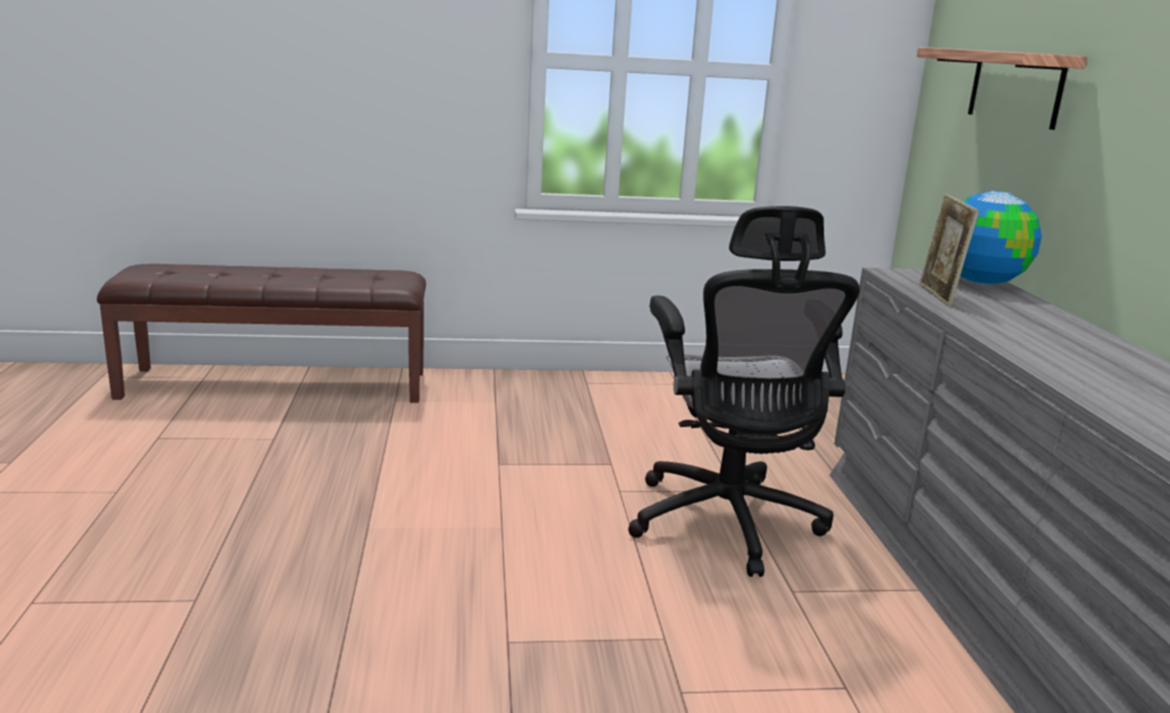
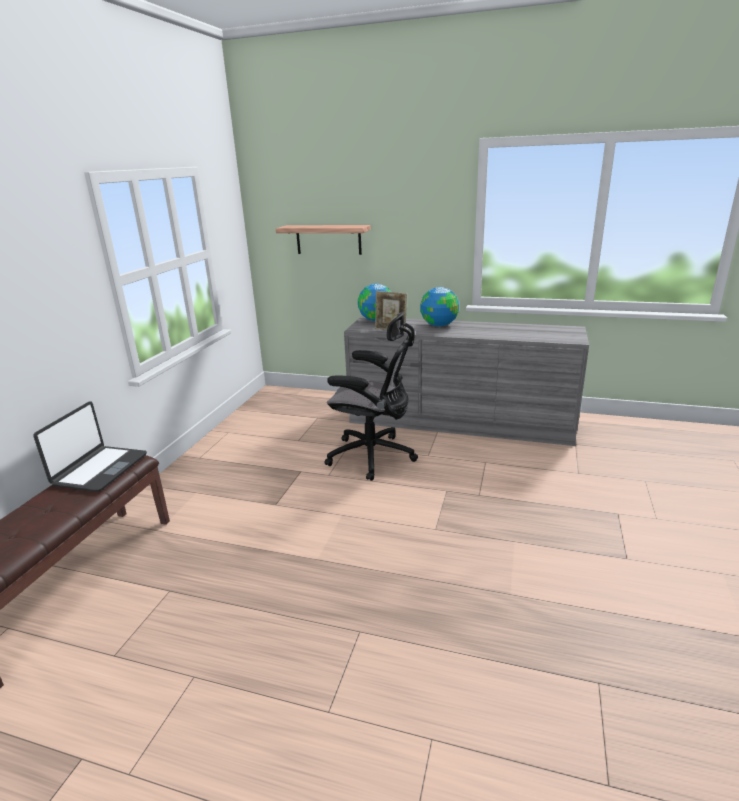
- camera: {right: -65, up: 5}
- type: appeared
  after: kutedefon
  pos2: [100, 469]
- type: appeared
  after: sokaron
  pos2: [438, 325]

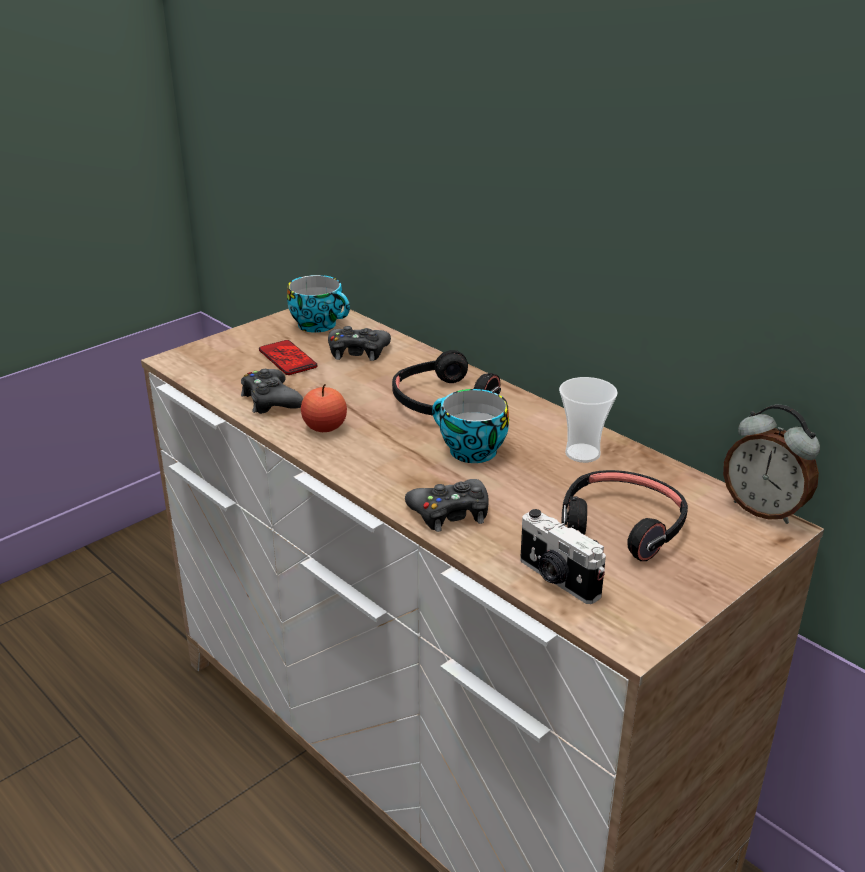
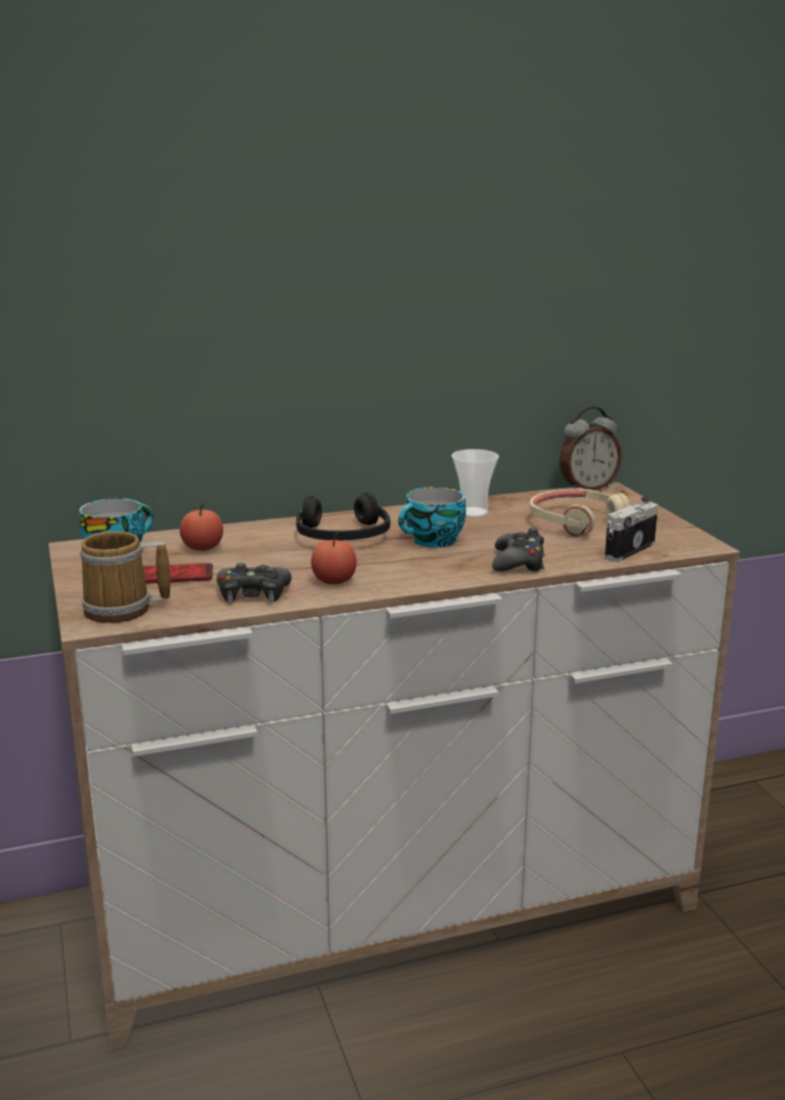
- camera: {right: -65, up: -10}
- type: appeared
  after: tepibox
  pos2: [122, 610]
- type: exchanged
  before: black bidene
  after: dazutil
  pos1: [358, 352]
  pos2: [202, 548]
- type: colour
  before: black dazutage
  after: beige dazutage
  pos1: [621, 525]
  pos2: [576, 522]
- type: spun
  before: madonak
  pos1: [557, 579]
  pos2: [627, 550]
  turn: 150

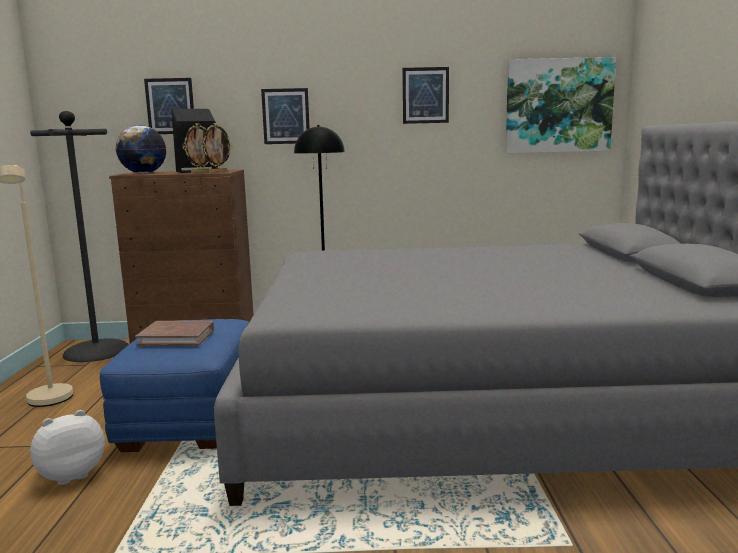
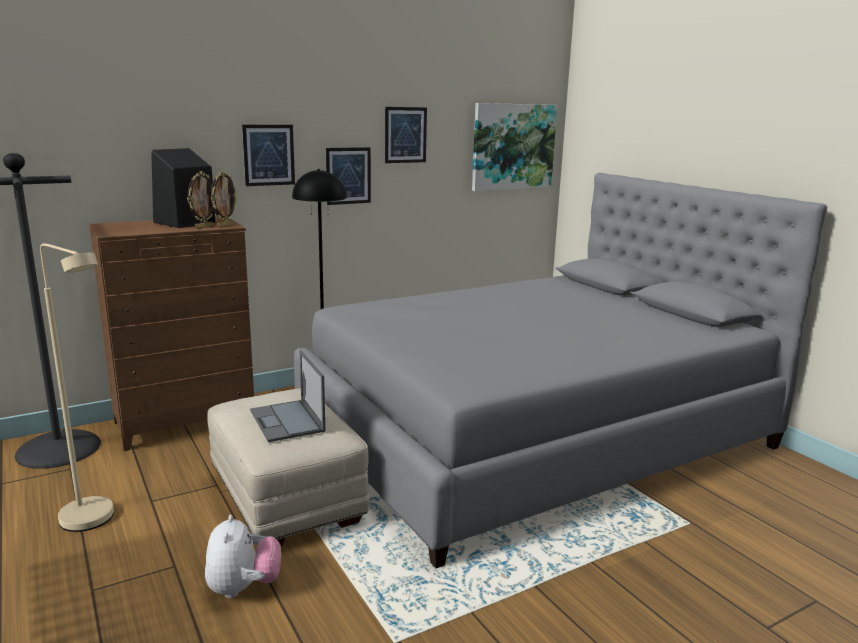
- camera: {right: -30, up: 5}
- type: spun
  before: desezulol
  pos1: [70, 475]
  pos2: [243, 588]
  turn: 150
- type: colour
  before: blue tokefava
  after: beige tokefava
  pos1: [190, 417]
  pos2: [286, 500]
- type: exchanged
  before: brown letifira
  after: kutedefon
  pos1: [177, 337]
  pos2: [287, 421]
- type: relocated
  before: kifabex
  pos1: [170, 106]
  pos2: [348, 175]
- type: missing
  before: sokaron
  pos1: [143, 173]

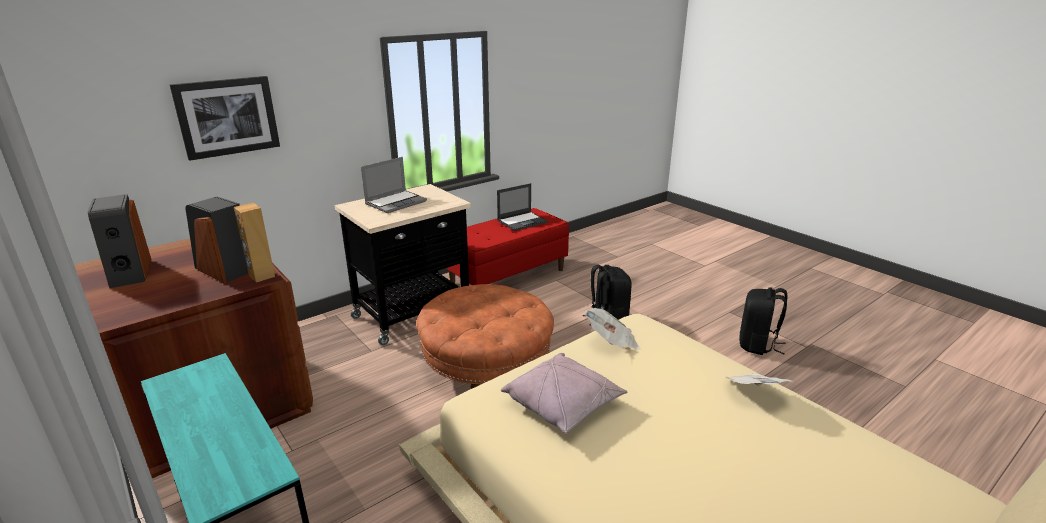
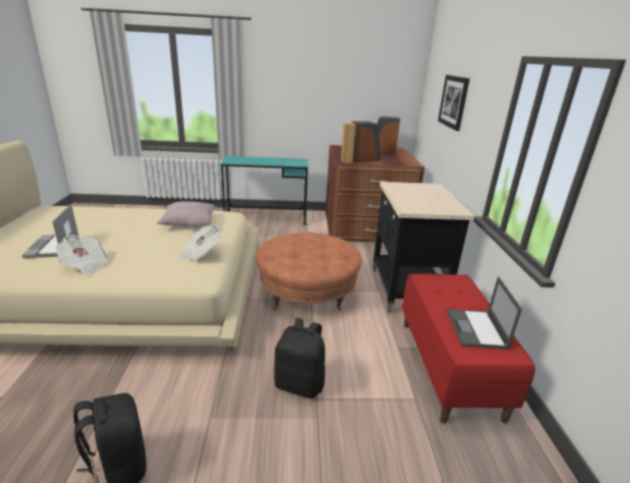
- camera: {right: 125, up: 0}
- type: relocated
  before: kutedefon
  pos1: [396, 202]
  pos2: [53, 247]

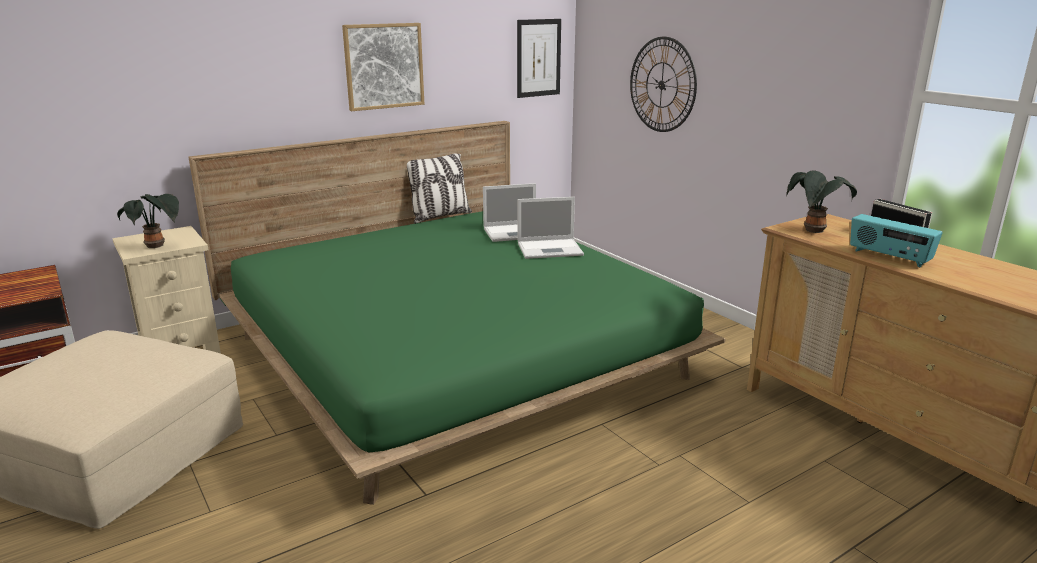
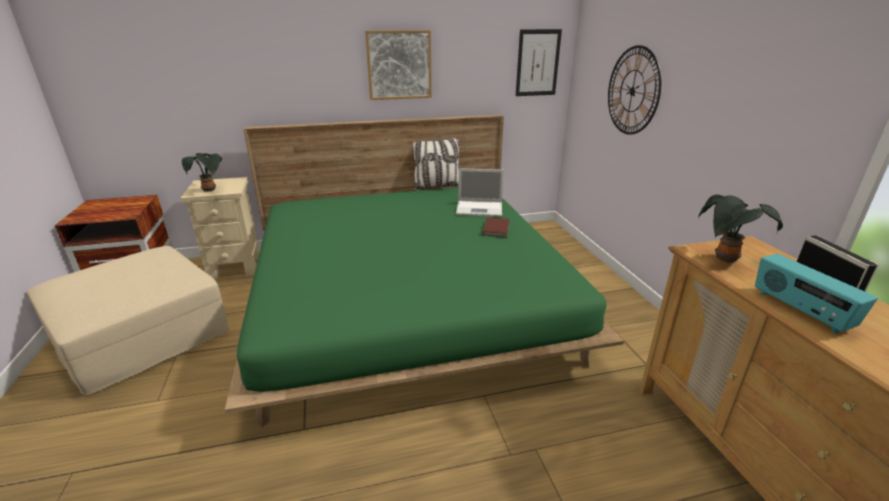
- camera: {right: 20, up: 5}
- type: exchanged
  before: kutedefon
  after: brown letifira
  pos1: [551, 249]
  pos2: [497, 228]

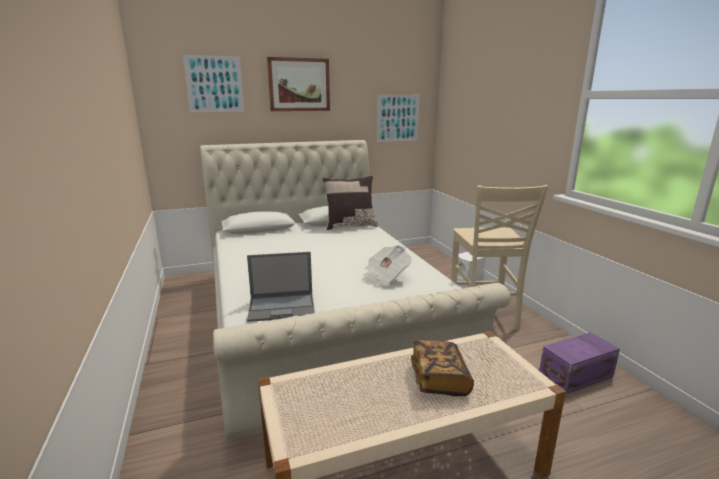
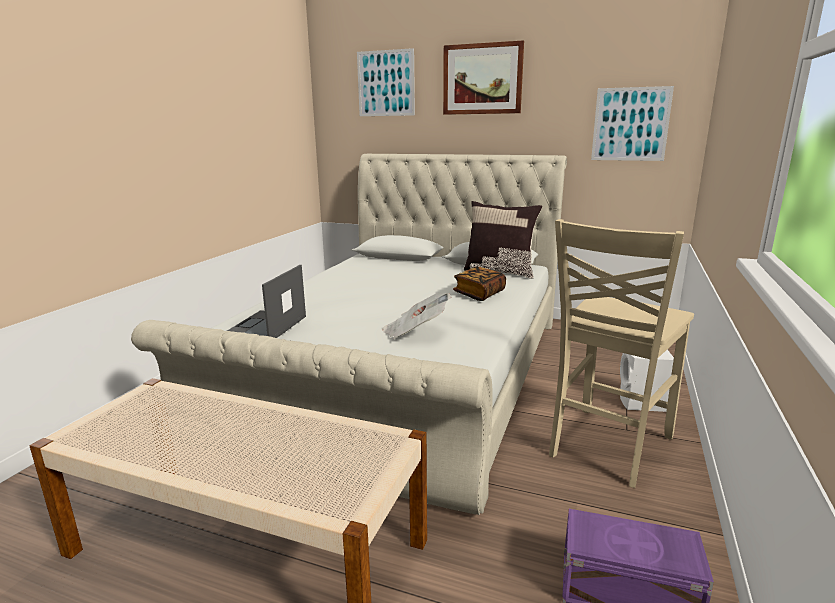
- camera: {right: 40, up: 0}
- type: spun
  before: kutedefon
  pos1: [282, 307]
  pos2: [265, 327]
  turn: 75
- type: relocated
  before: letifira
  pos1: [439, 380]
  pos2: [479, 294]

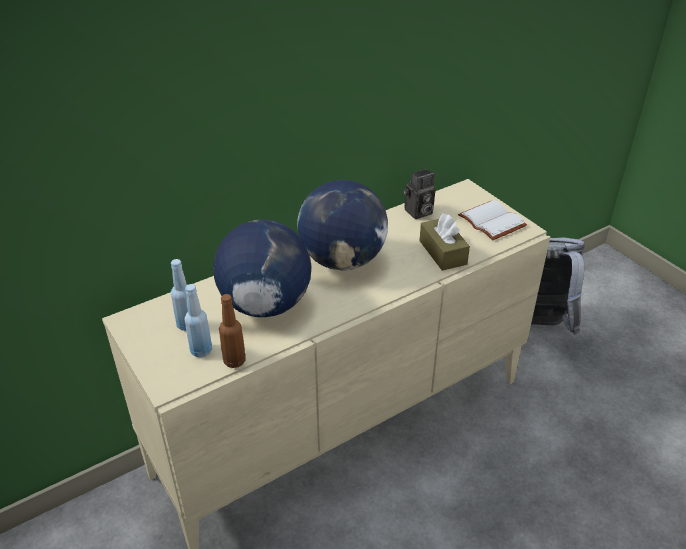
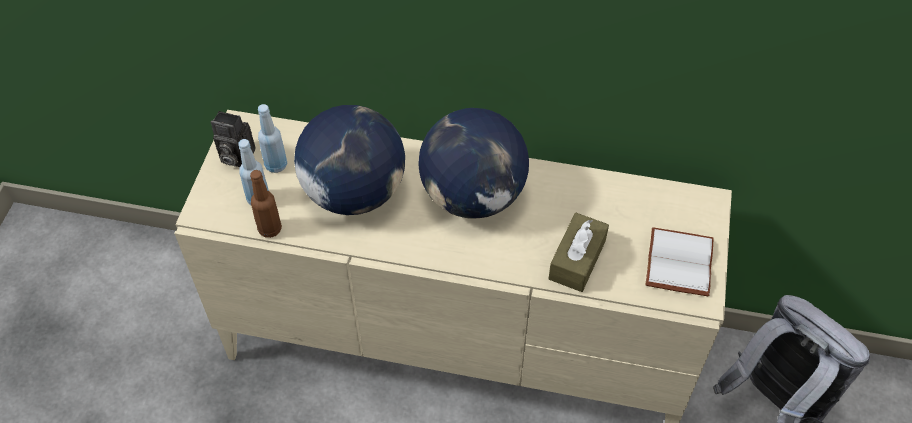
- camera: {right: 45, up: 15}
- type: relocated
  before: madonak
  pos1: [418, 213]
  pos2: [235, 157]

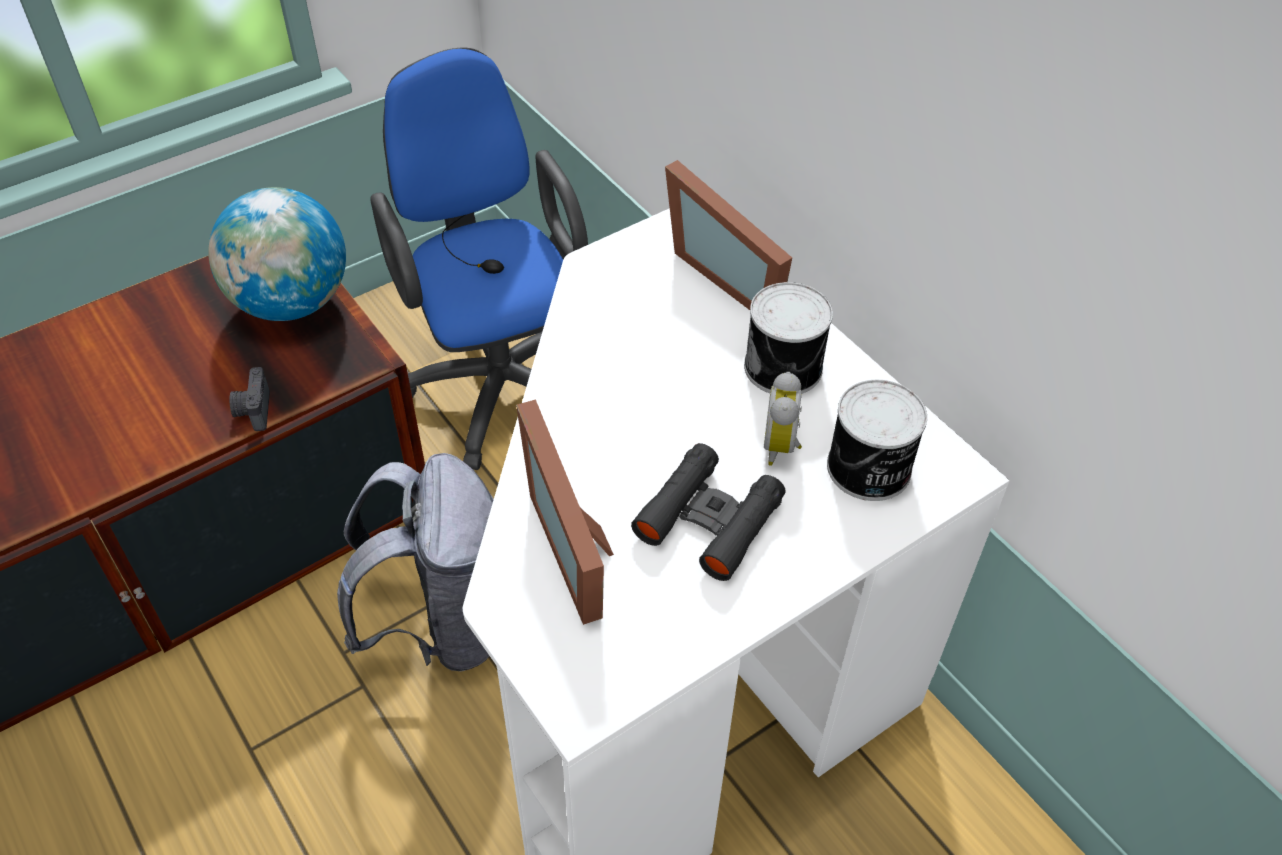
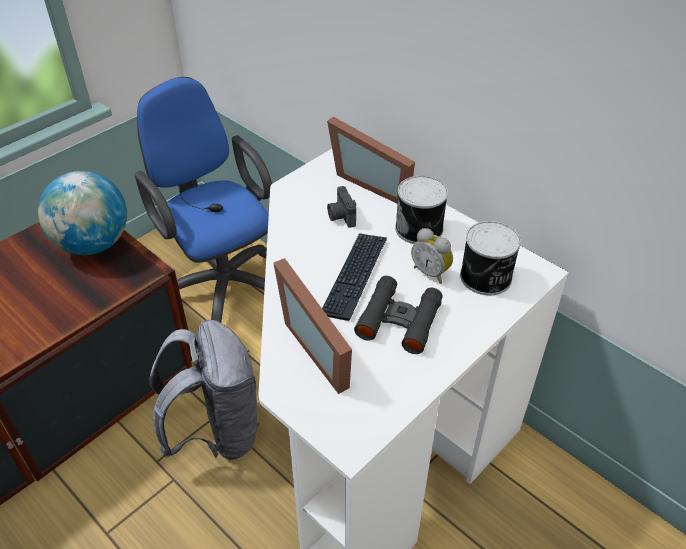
- camera: {right: -10, up: -5}
- type: appeared
  after: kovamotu
  pos2: [355, 276]
- type: relocated
  before: madonak
  pos1: [253, 411]
  pos2: [341, 216]
- type: spun
  before: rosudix
  pos1: [782, 446]
  pos2: [431, 272]
  turn: -45

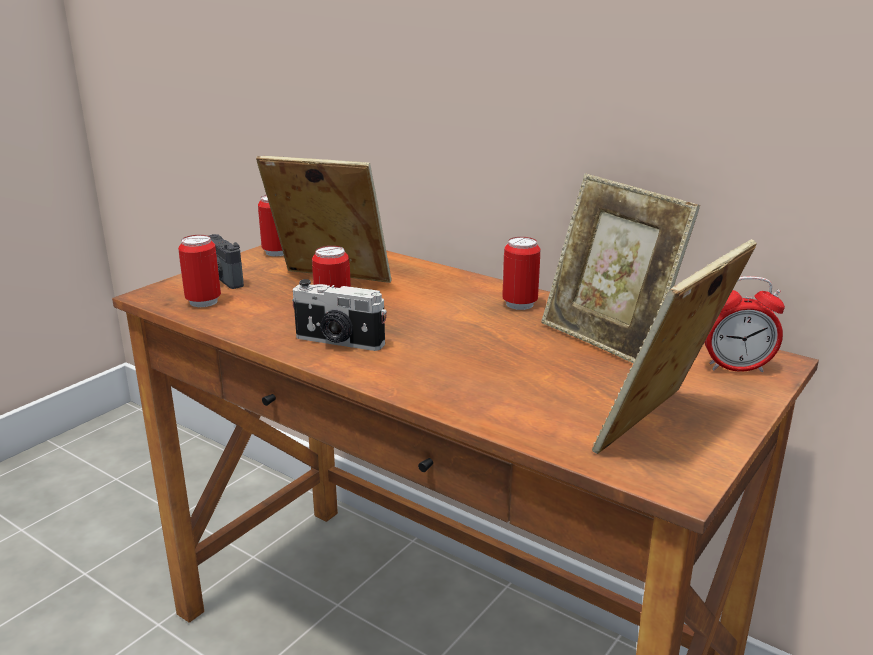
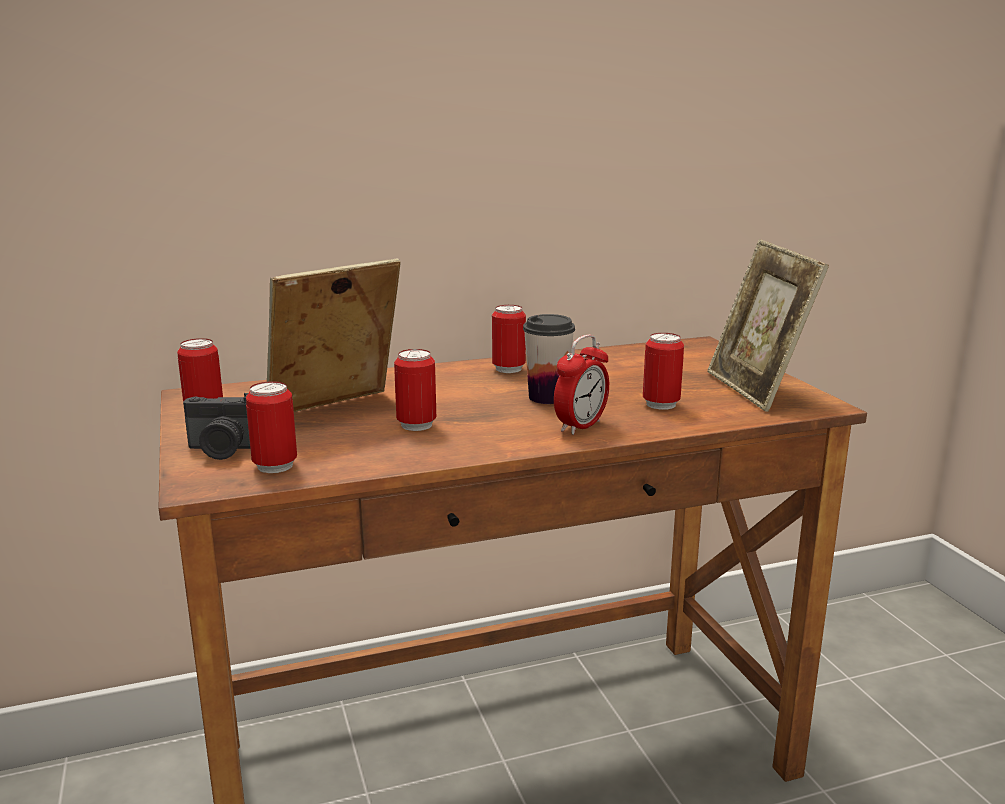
- camera: {right: -55, up: -5}
- type: appeared
  after: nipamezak
  pos2: [547, 397]
- type: relocated
  before: rosudix
  pos1: [736, 368]
  pos2: [580, 426]
- type: appeared
  after: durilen
  pos2: [661, 404]
- type: missing
  before: madonak
  pos1: [339, 342]
- type: missing
  before: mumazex
  pos1: [608, 338]

